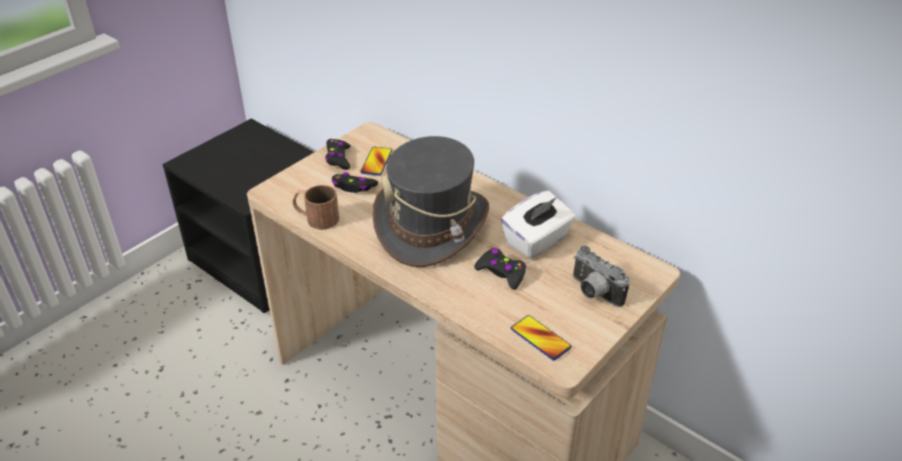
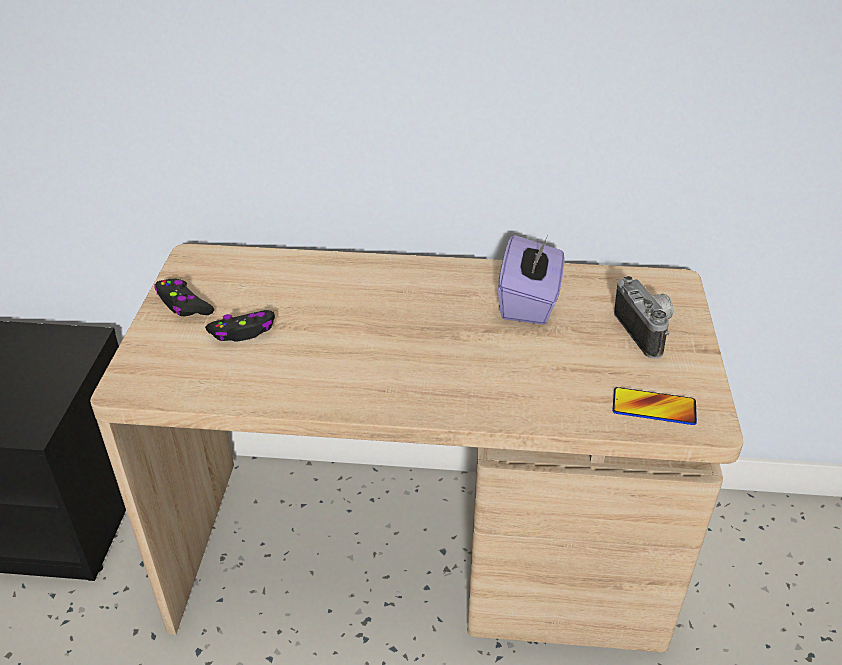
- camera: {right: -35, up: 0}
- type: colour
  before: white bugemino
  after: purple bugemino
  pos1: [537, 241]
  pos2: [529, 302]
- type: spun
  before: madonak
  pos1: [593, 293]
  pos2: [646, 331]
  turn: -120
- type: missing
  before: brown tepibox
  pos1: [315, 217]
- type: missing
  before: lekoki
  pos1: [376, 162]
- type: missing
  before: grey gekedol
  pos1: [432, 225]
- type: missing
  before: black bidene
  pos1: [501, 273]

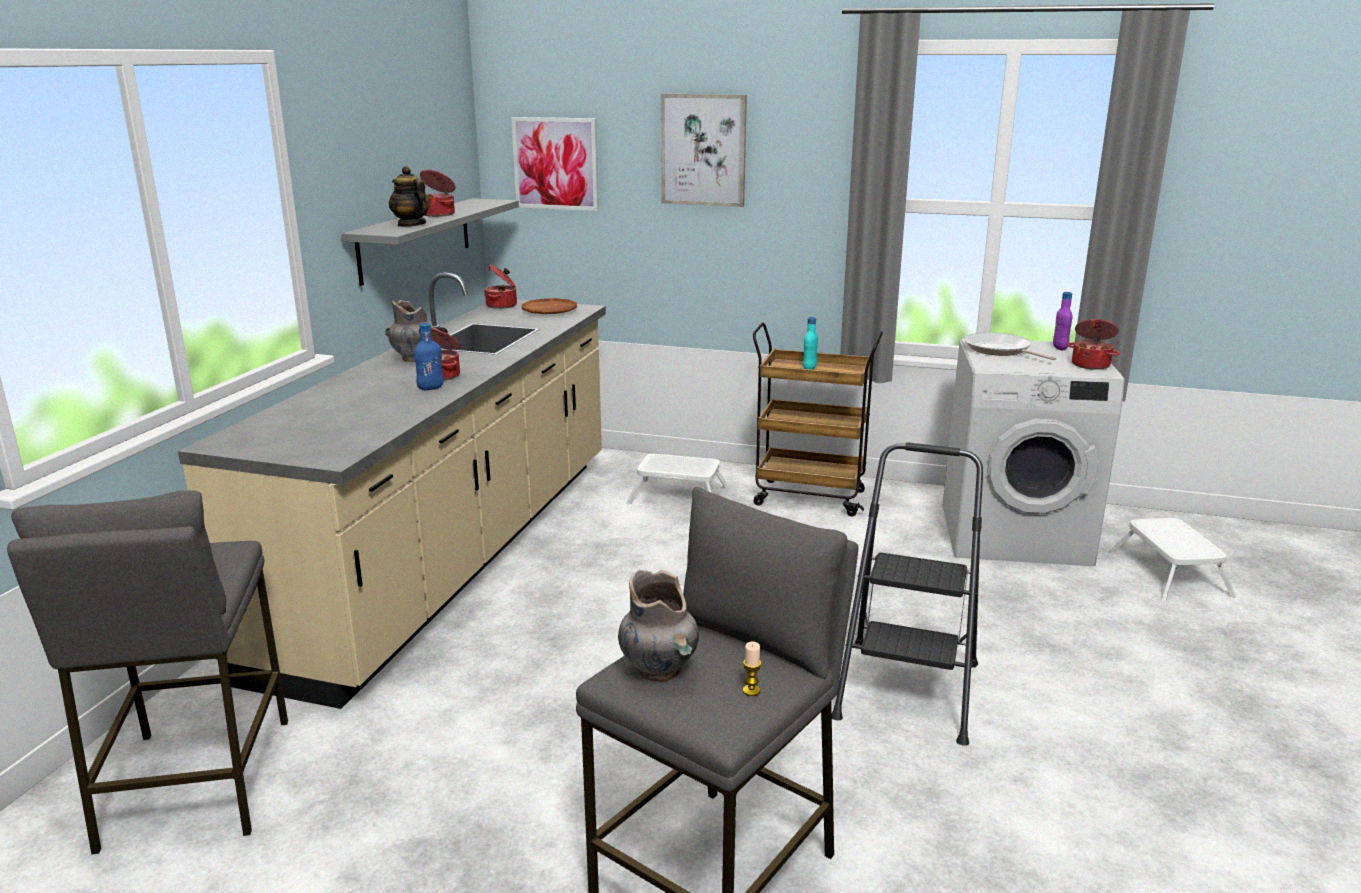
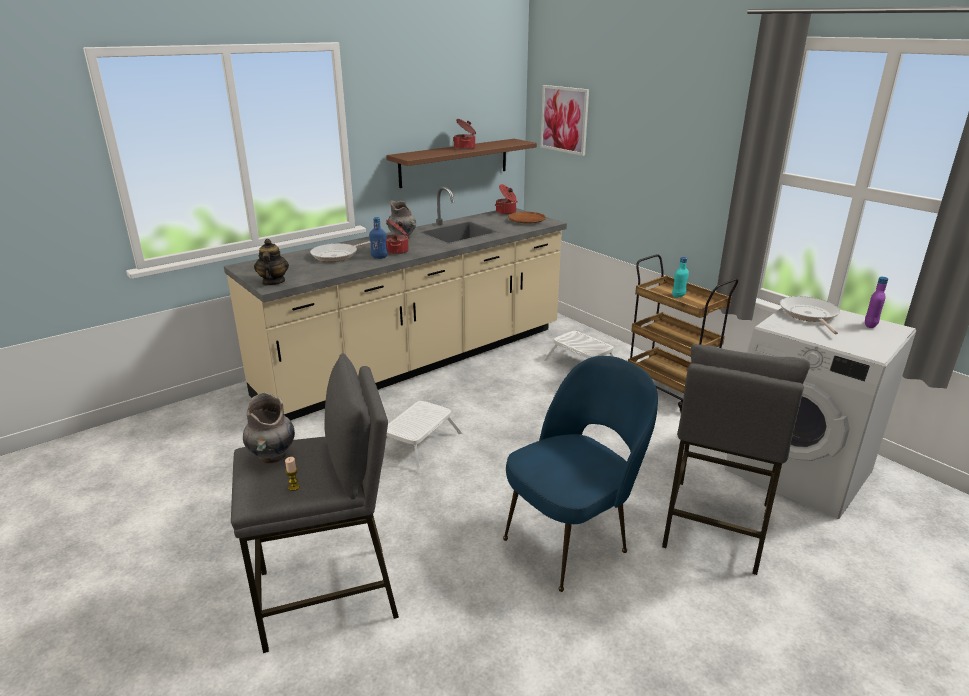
- camera: {right: 35, up: 5}
- type: relocated
  before: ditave
  pos1: [411, 225]
  pos2: [273, 282]
- type: appeared
  after: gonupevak
  pos2: [337, 255]
- type: colour
  before: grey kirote
  after: brown kirote
  pos1: [415, 239]
  pos2: [454, 162]
- type: relocated
  before: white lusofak
  pos1: [1170, 573]
  pos2: [419, 444]
- type: exchanged
  before: black lusofak
  after: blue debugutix
  pos1: [908, 686]
  pos2: [572, 542]
- type: relocated
  before: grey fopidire
  pos1: [194, 782]
  pos2: [715, 524]
- type: missing
  before: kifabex
  pos1: [703, 150]
- type: missing
  before: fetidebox
  pos1: [1091, 364]

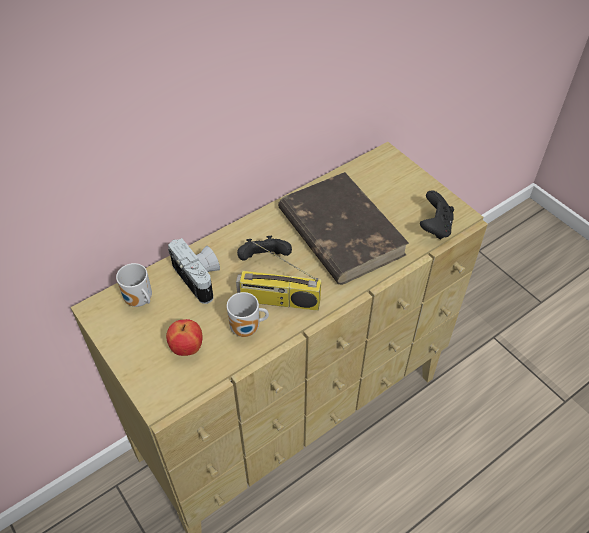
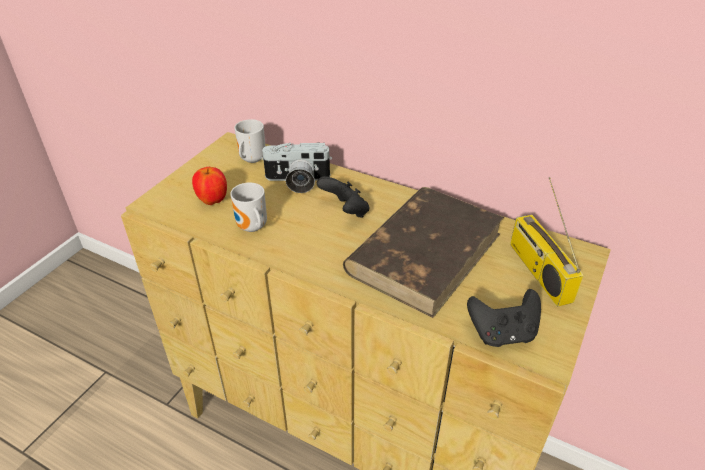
- camera: {right: 65, up: -10}
- type: spun
  before: madonak
  pos1: [200, 278]
  pos2: [297, 182]
  turn: 60
- type: relocated
  before: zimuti
  pos1: [278, 300]
  pos2: [537, 271]

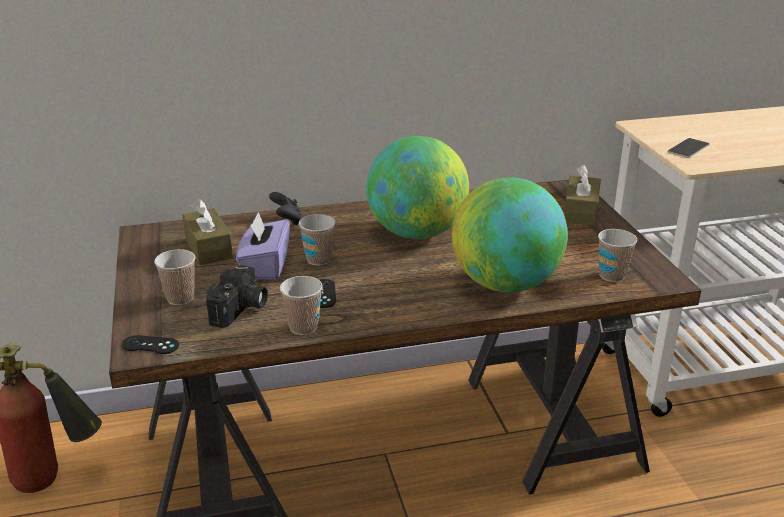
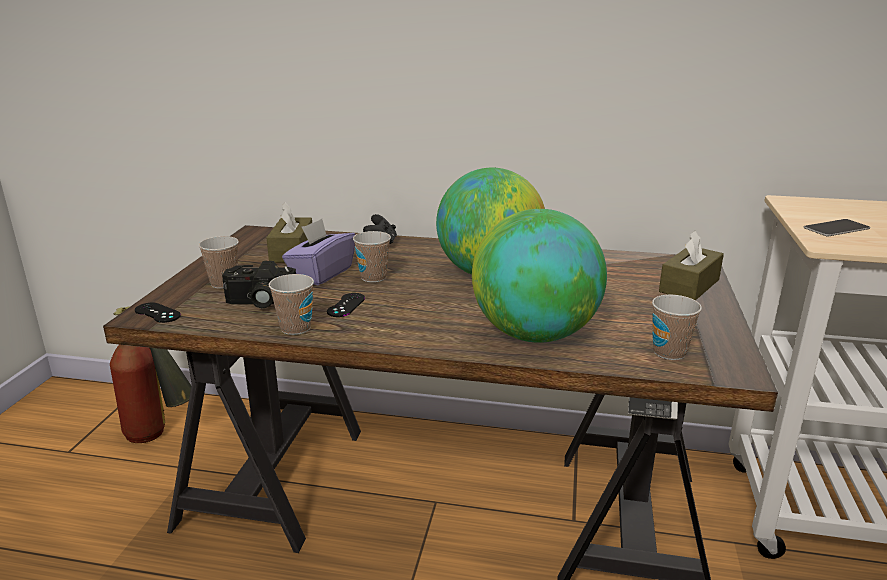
- camera: {right: 25, up: -5}
- type: spun
  before: madonak
  pos1: [240, 310]
  pos2: [260, 303]
  turn: 45

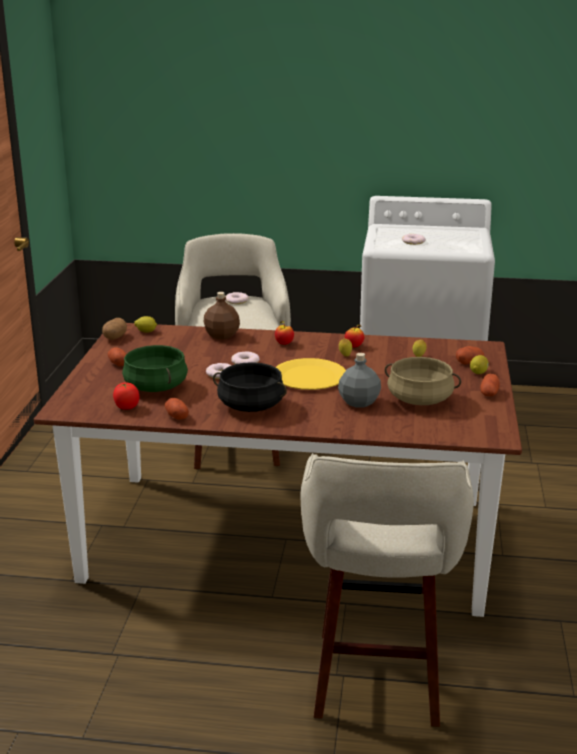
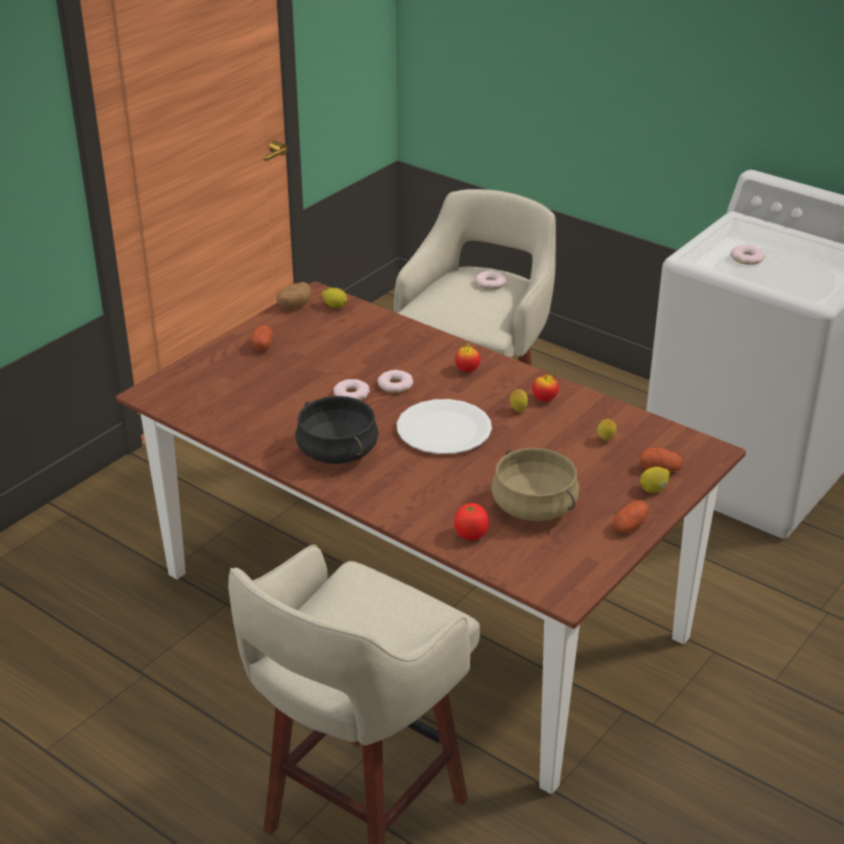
- camera: {right: 30, up: 10}
- type: colour
  before: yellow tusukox
  after: white tusukox
  pos1: [309, 376]
  pos2: [444, 429]
- type: relocated
  before: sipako
  pos1: [126, 407]
  pos2: [471, 534]
- type: missing
  before: green fetidebox
  pos1: [156, 386]
- type: missing
  before: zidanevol
  pos1: [176, 416]
- type: missing
  before: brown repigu
  pos1: [221, 335]
- type: missing
  before: grey repigu
  pos1: [358, 402]

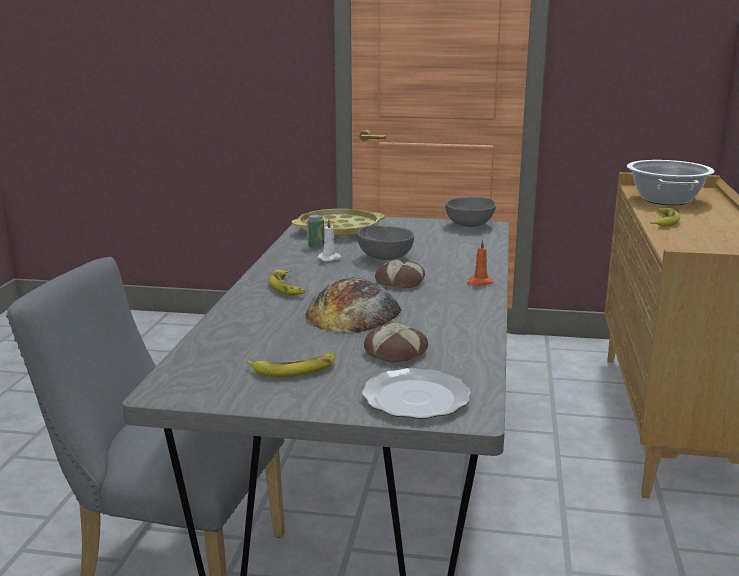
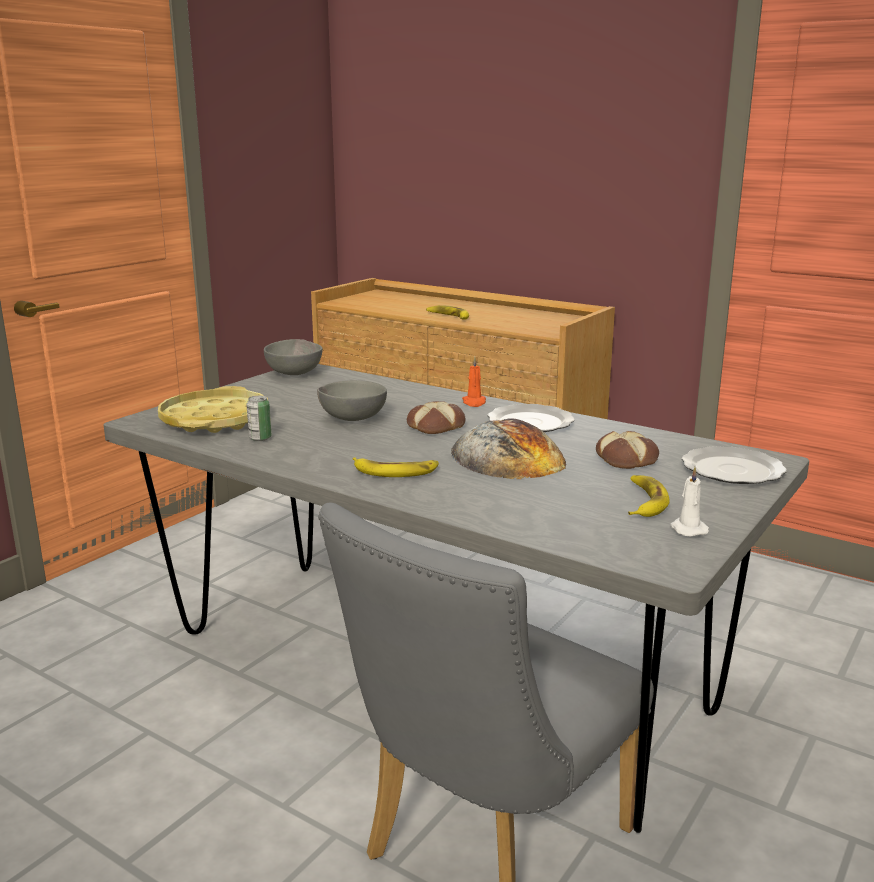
- camera: {right: -65, up: 0}
- type: appeared
  after: tusukox
  pos2: [531, 422]
- type: relocated
  before: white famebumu
  pos1: [330, 258]
  pos2: [687, 529]
- type: missing
  before: fetidebox
  pos1: [665, 200]

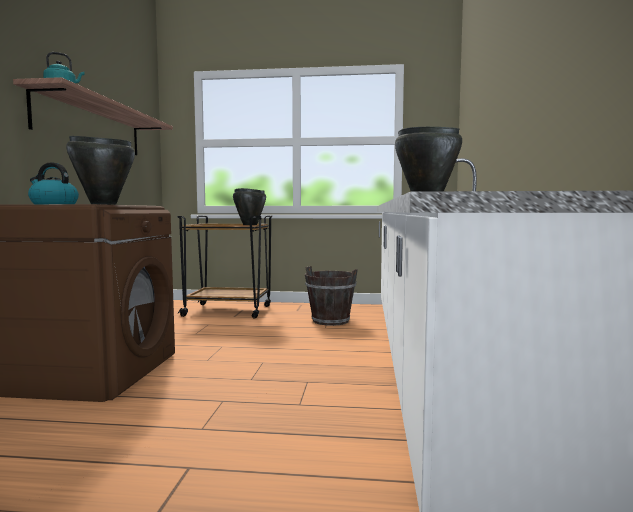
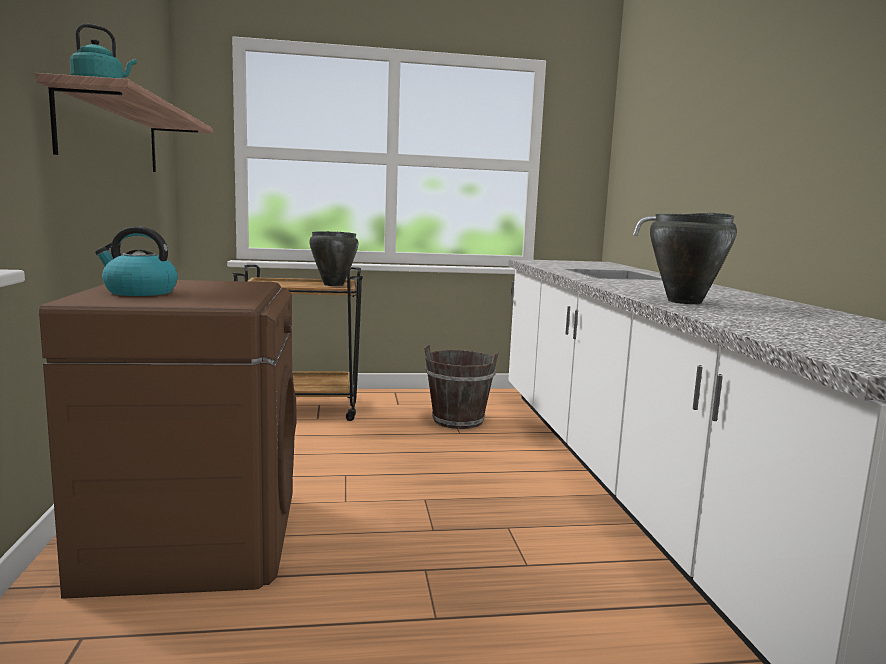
- camera: {right: -15, up: 5}
- type: missing
  before: black fetidebox
  pos1: [103, 204]

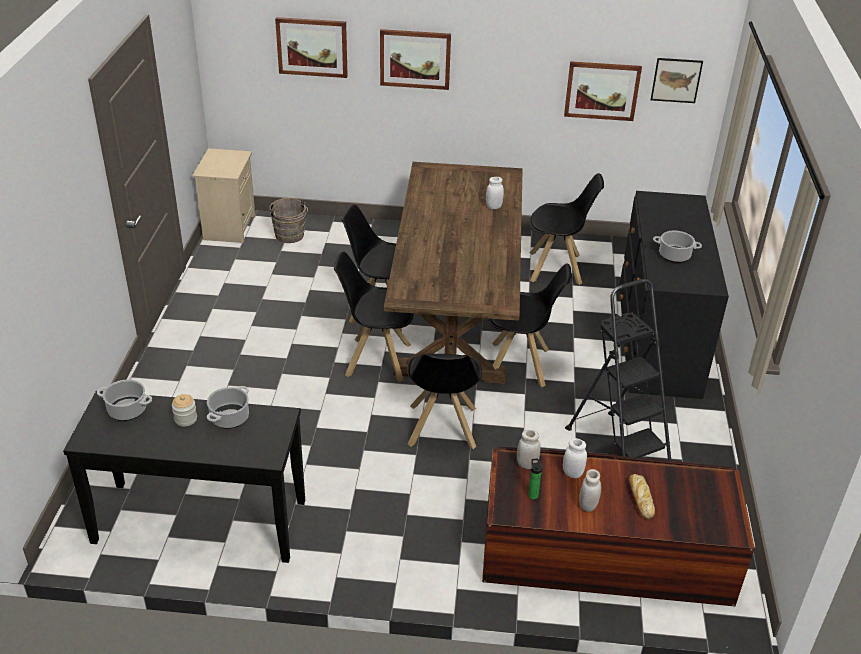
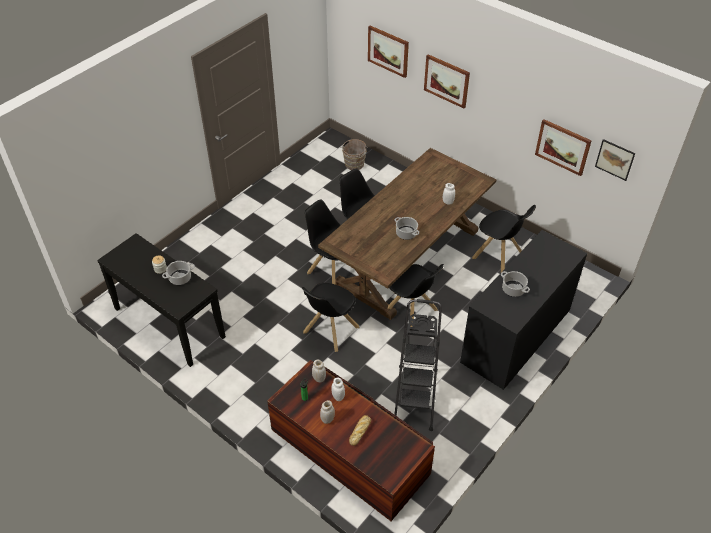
- camera: {right: 35, up: 10}
- type: relocated
  before: fetidebox
  pos1: [126, 410]
  pos2: [406, 233]
- type: missing
  before: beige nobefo
  pos1: [229, 227]

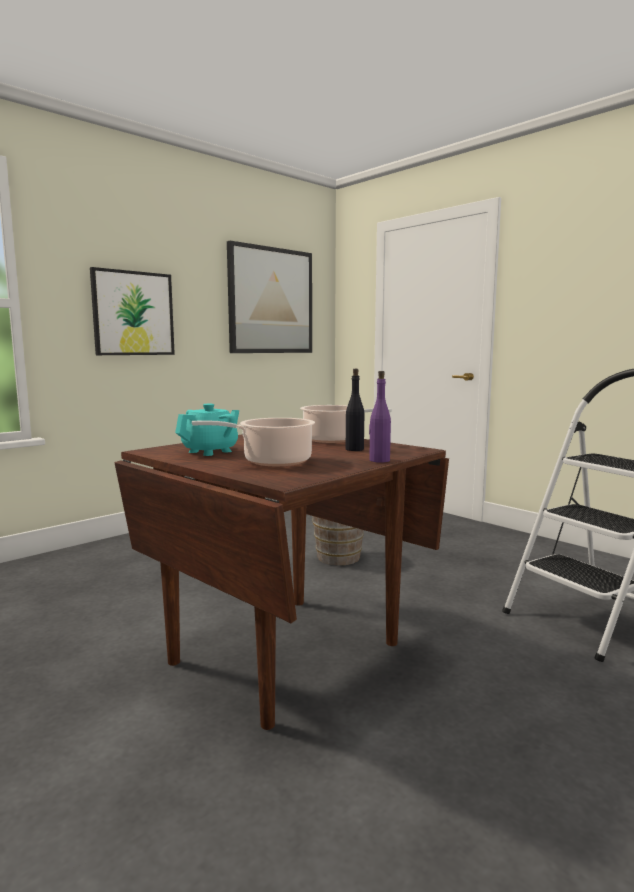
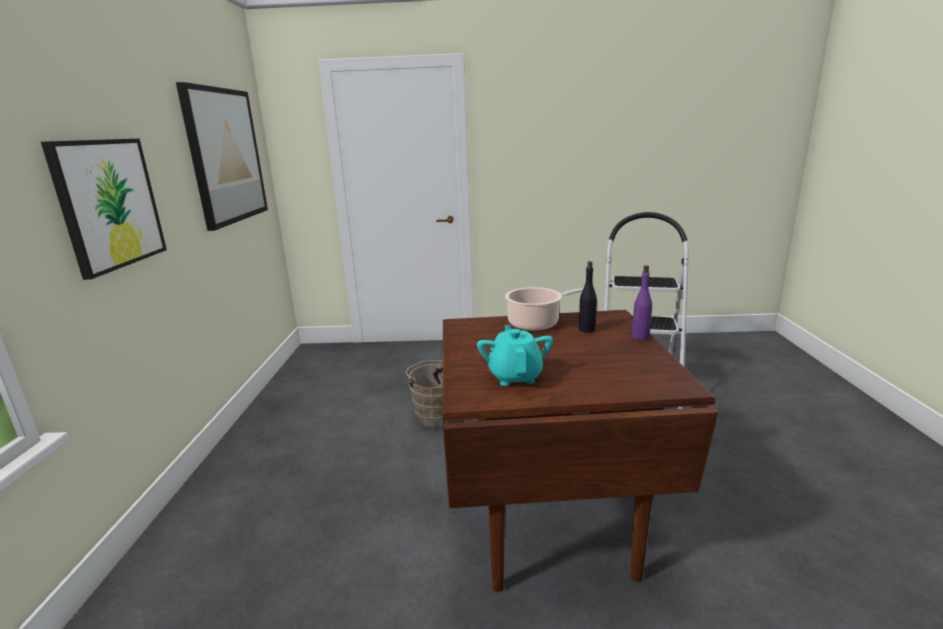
- camera: {right: -45, up: 10}
- type: missing
  before: fetidebox
  pos1: [272, 461]

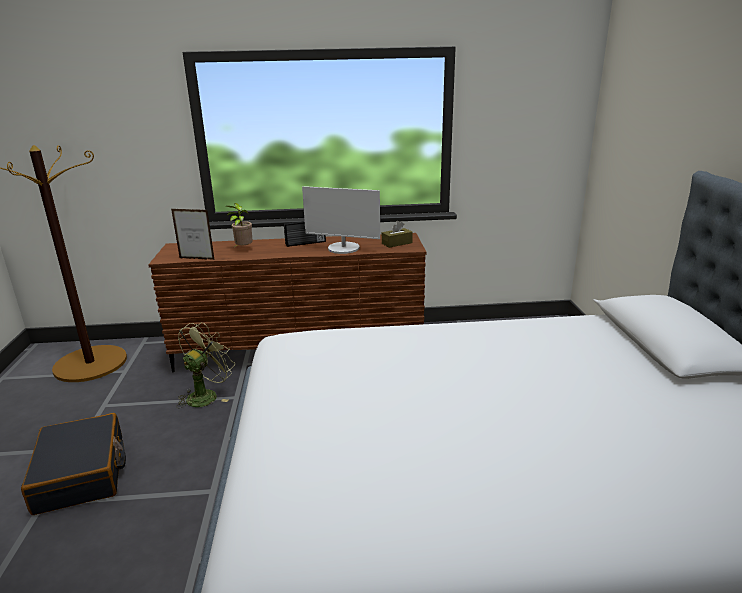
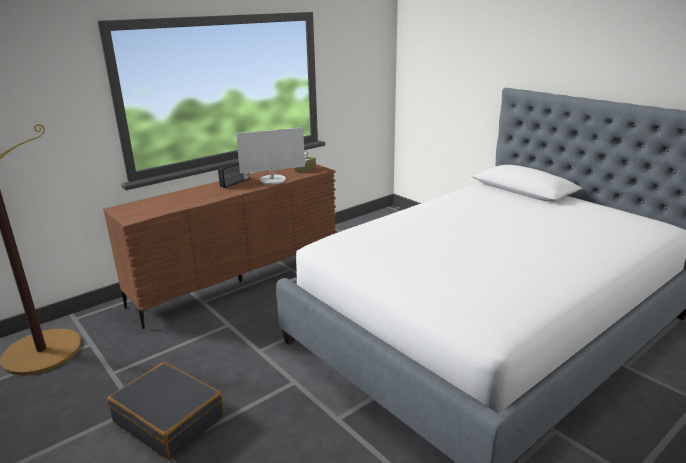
- camera: {right: -35, up: 0}
- type: missing
  before: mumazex
  pos1: [197, 259]
- type: missing
  before: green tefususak
  pos1: [206, 395]
- type: missing
  before: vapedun
  pos1: [243, 249]

